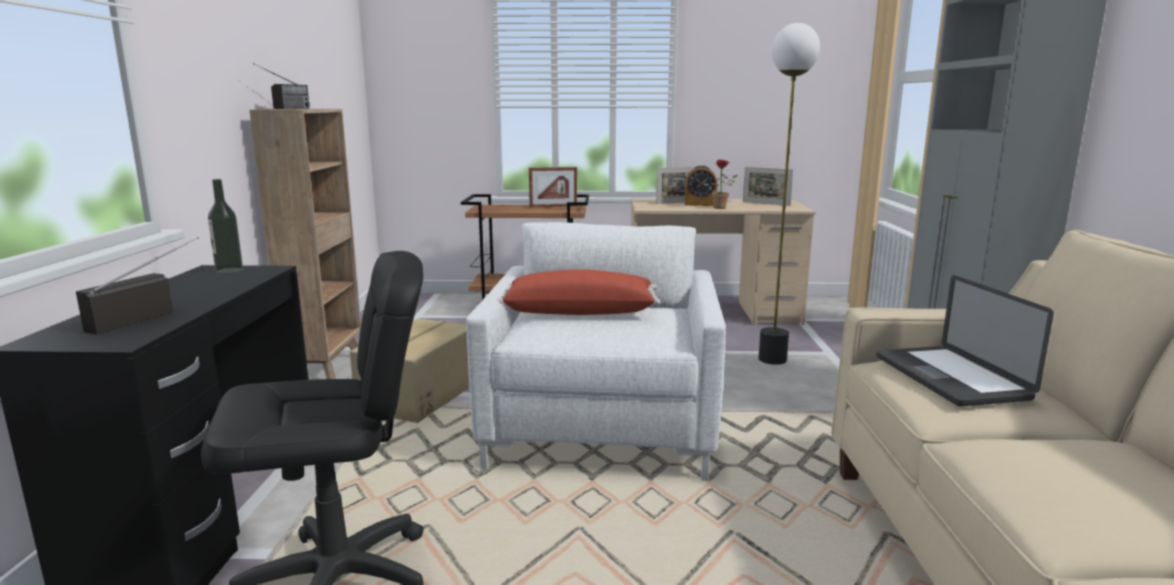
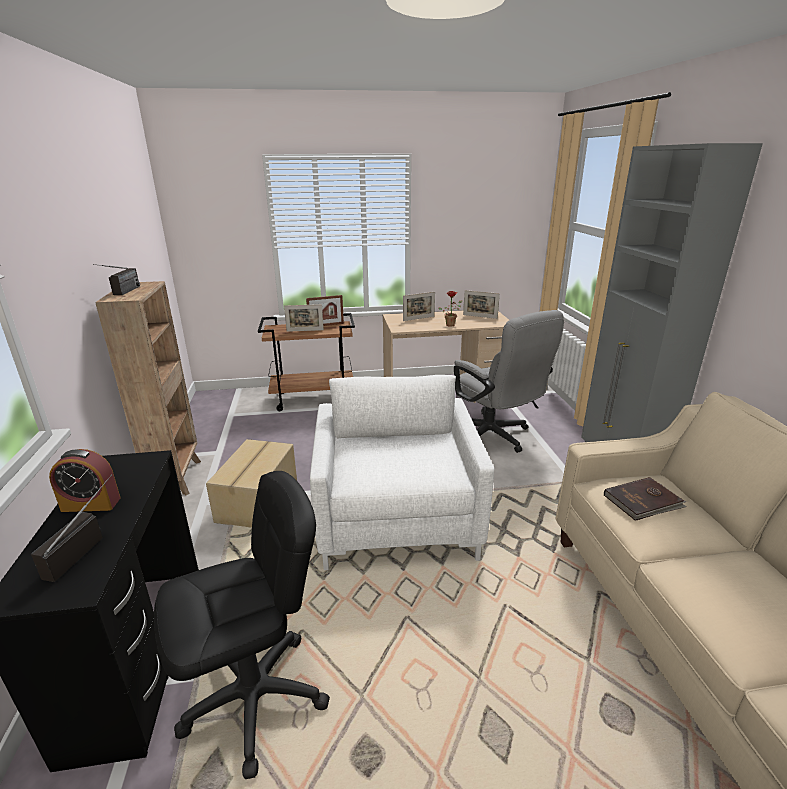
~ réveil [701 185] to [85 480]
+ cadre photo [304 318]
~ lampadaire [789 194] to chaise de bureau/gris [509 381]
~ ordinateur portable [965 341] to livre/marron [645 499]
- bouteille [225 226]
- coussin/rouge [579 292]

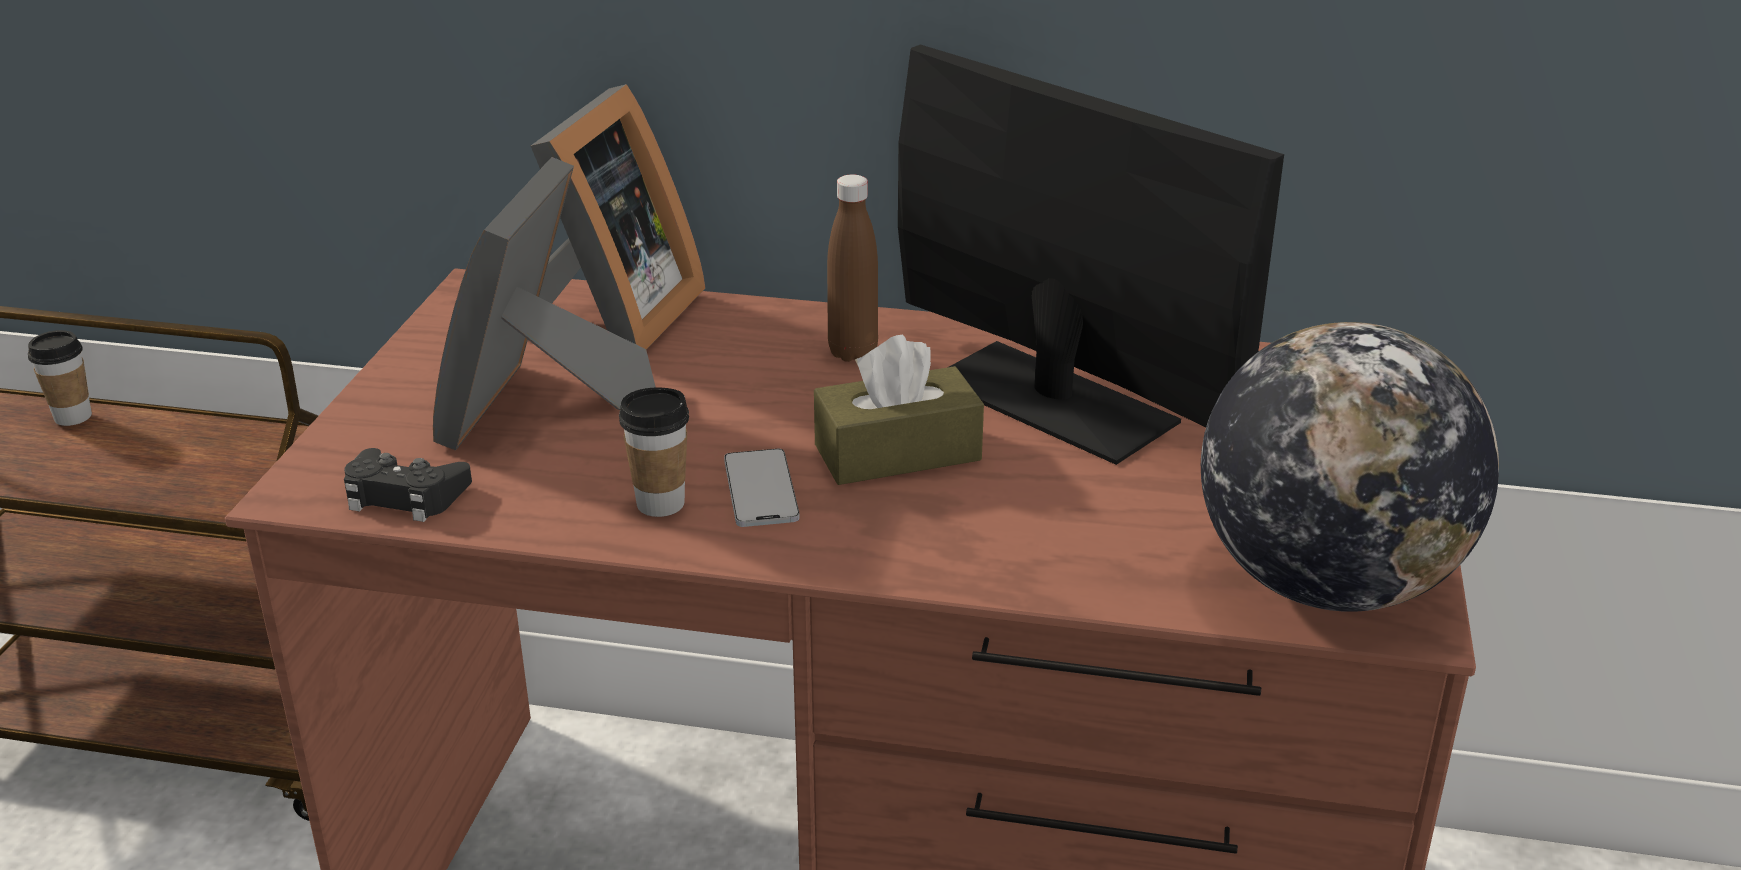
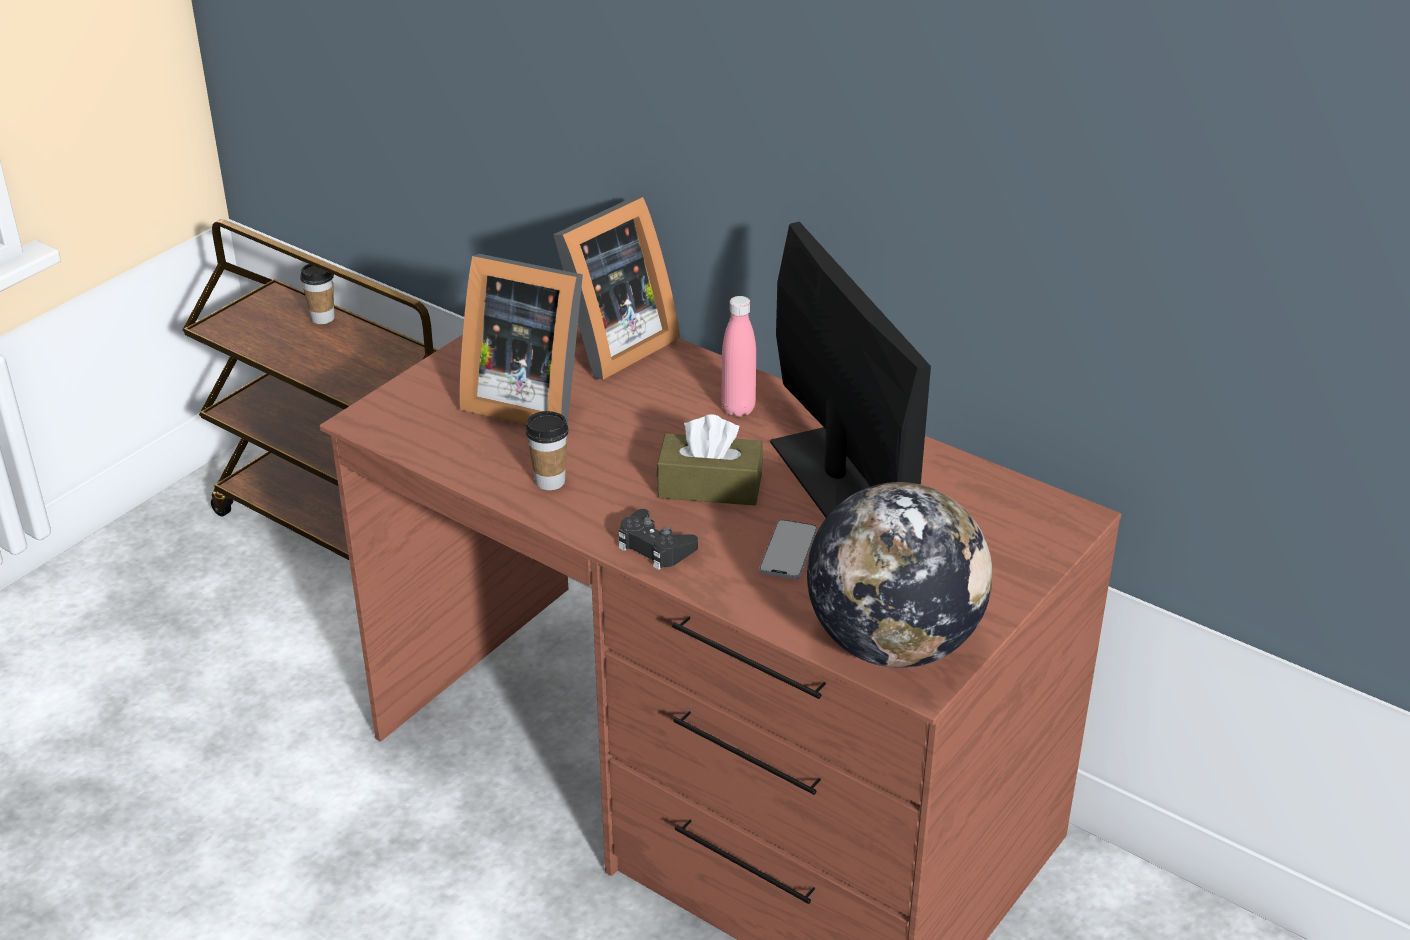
~ cadre photo [544 304] = [521 339] 105 degrees counterclockwise
~ manette/noir [408 485] to [658 539]
~ bouteille/marron [852 268] to bouteille/rose [738 356]
~ téléphone [762 488] to [788 549]

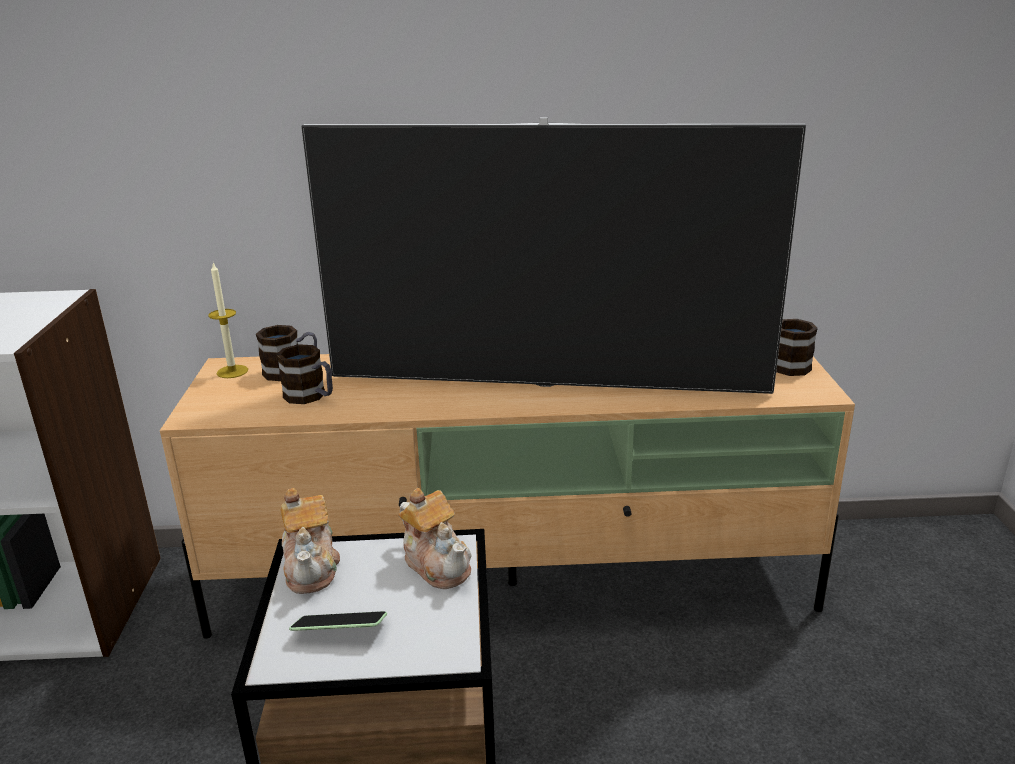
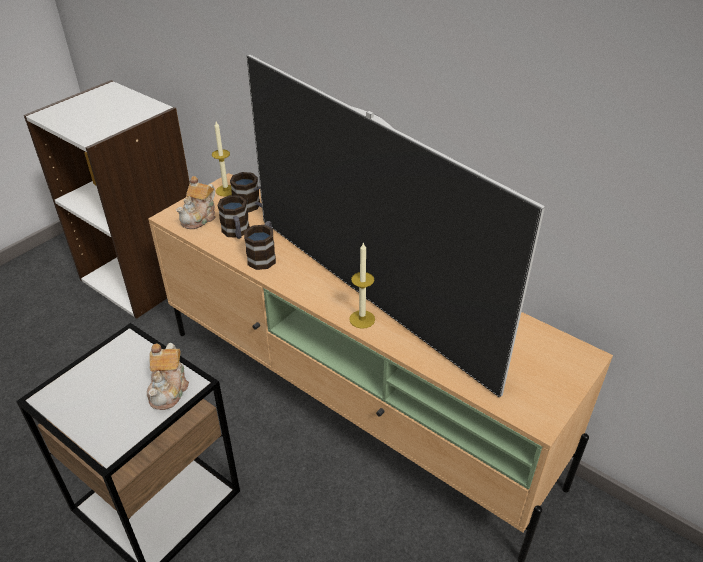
~ théière [310 541] to [195 202]
~ mug [797 347] to [260 245]
+ bougie [362 285]
- téléphone [338 621]

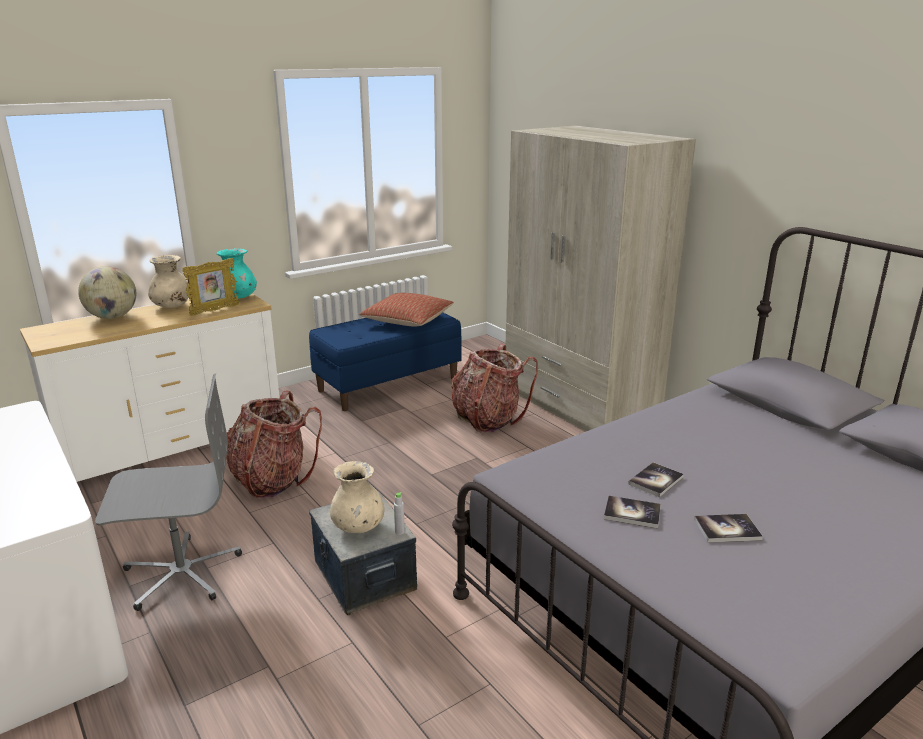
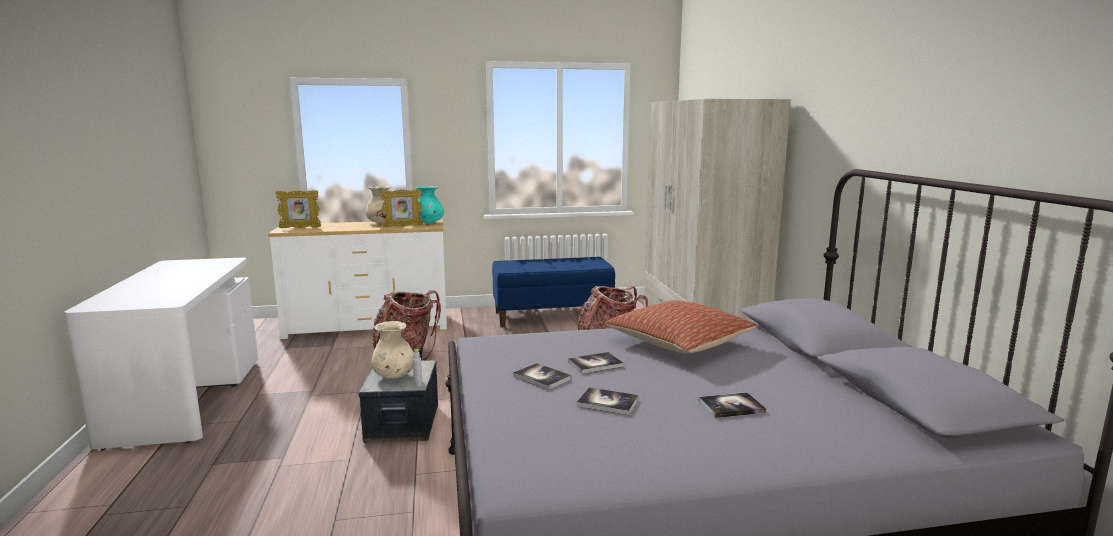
+ cadre photo [298 209]
~ coussin [406 310] to [680 326]
+ livre [732 405]
- globe [107 292]
- chaise de bureau/gris [168 492]

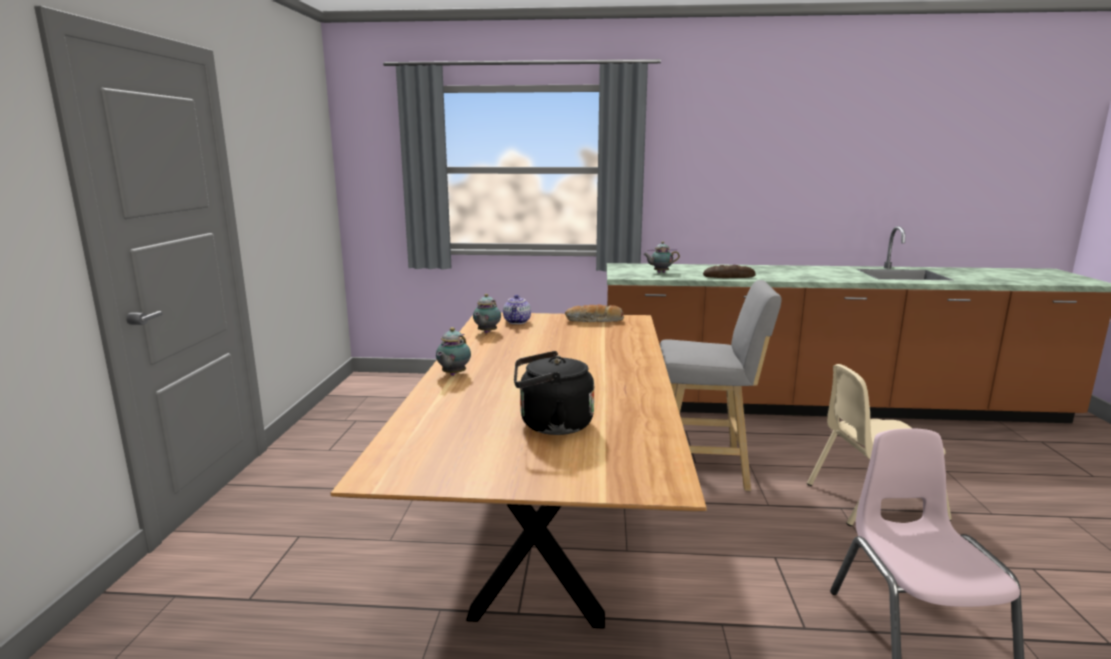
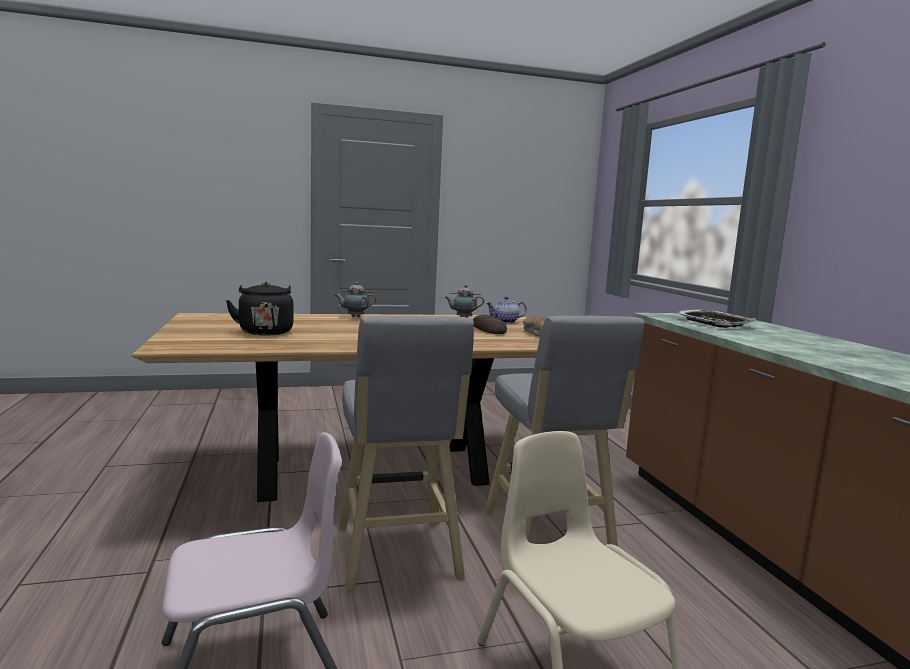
+ tabouret/gris [406 453]
~ pain [729 271] to [490 324]
~ théière [661 257] to plateau [715 318]

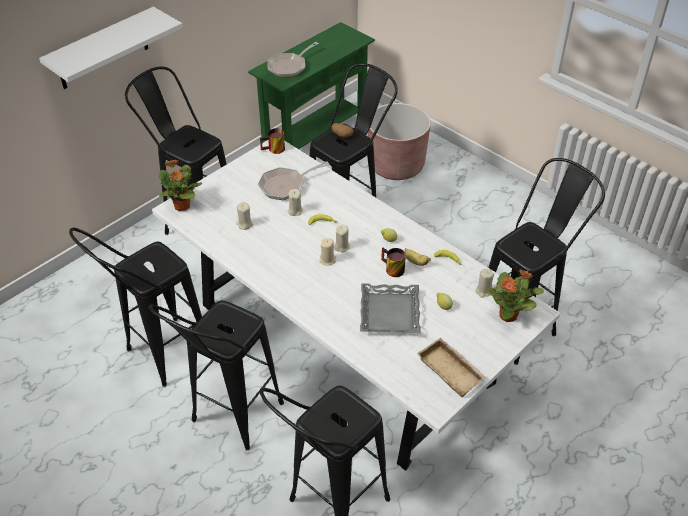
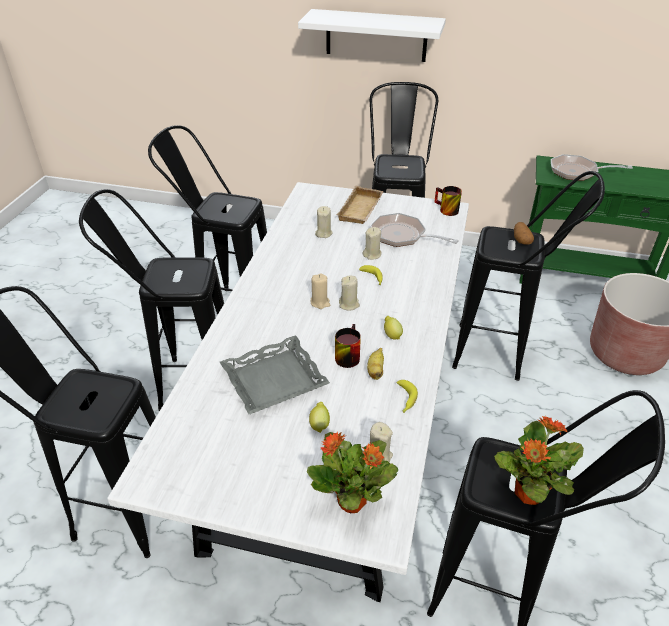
~ plateau/beige [451 367] to [360 205]
~ plante en pot [180 185] to [539 460]

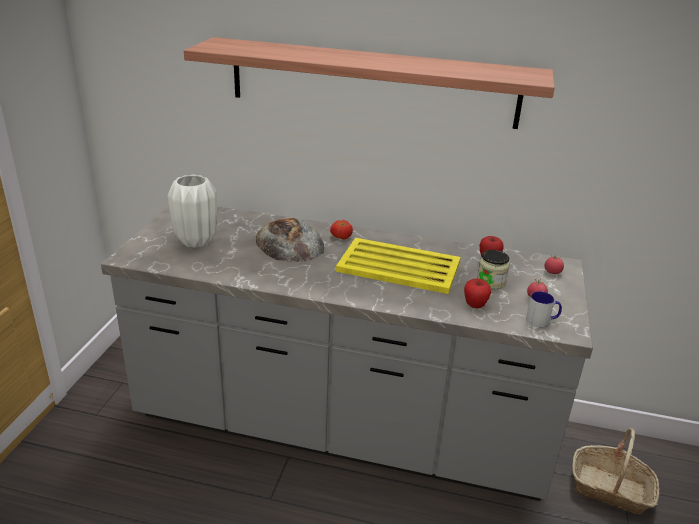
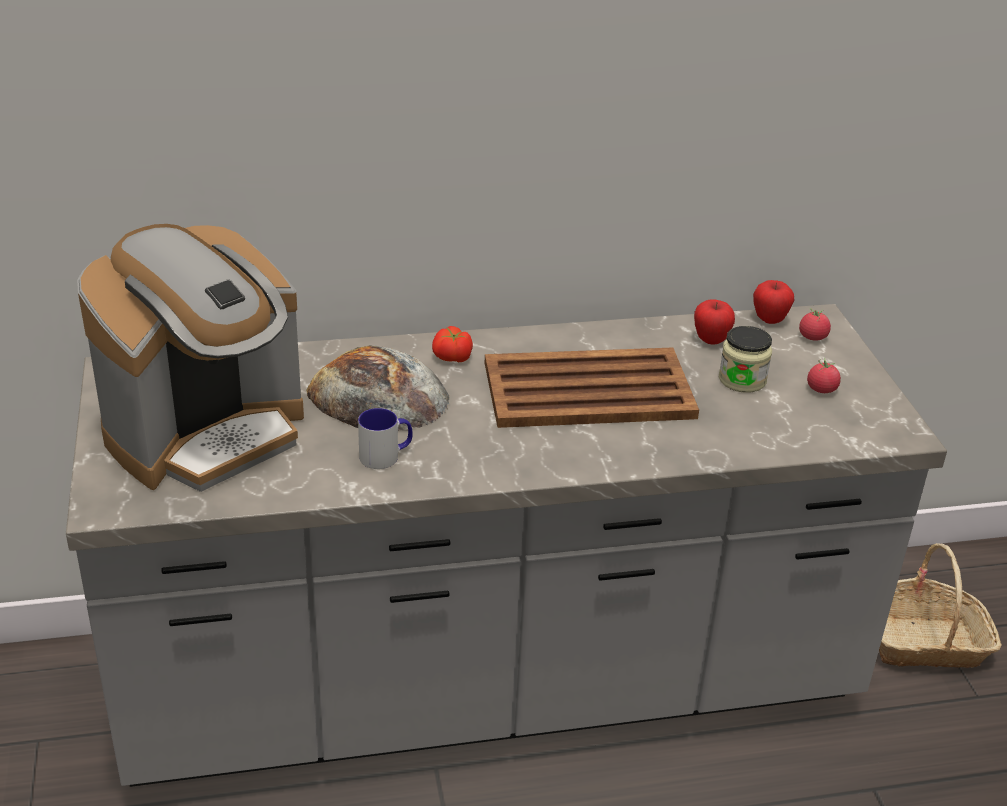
~ vase/blanc [192 211] to machine à café [190 358]
~ mug [544 309] to [385 438]
~ plateau/jaune [398 266] to plateau/marron [592 387]
~ pomme [477 293] to [773 302]
- étagère [369 83]

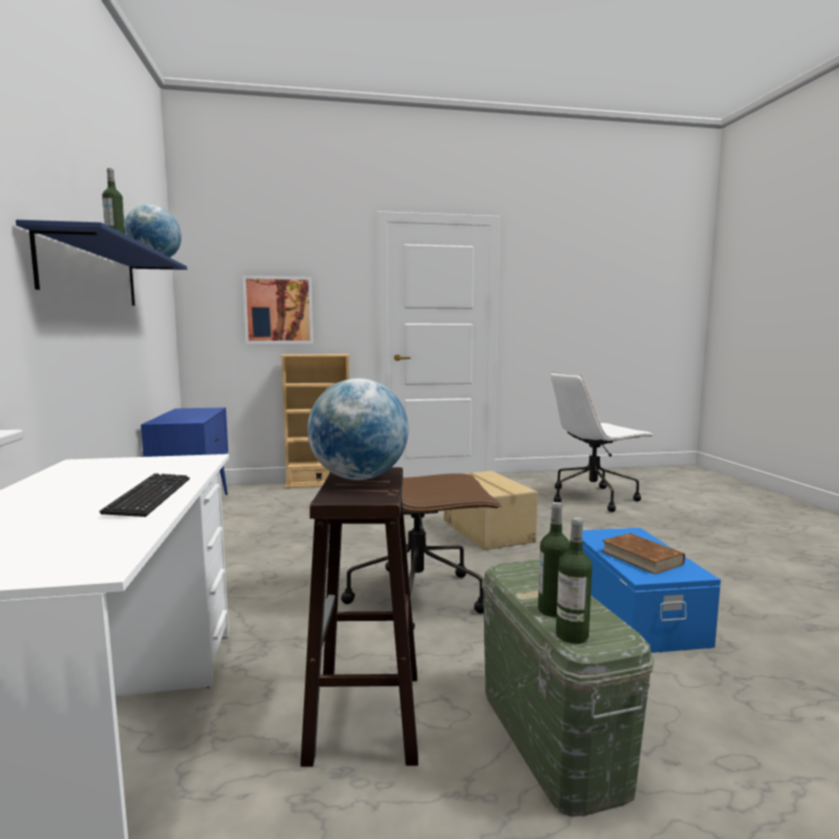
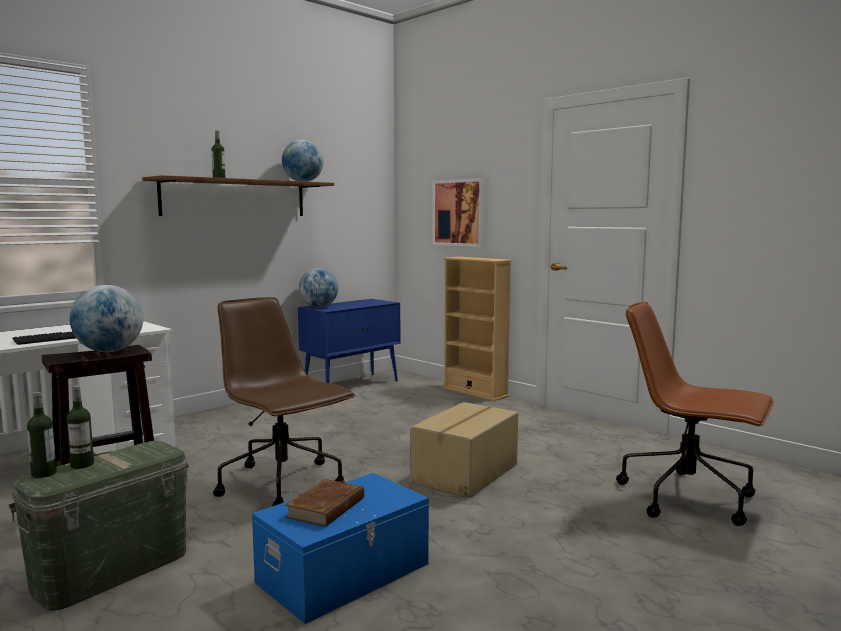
~ étagère/bleu [101 263] to étagère/marron [238 195]
+ globe [318 288]
~ chaise de bureau/blanc [601 442] to chaise de bureau/marron [695 414]

